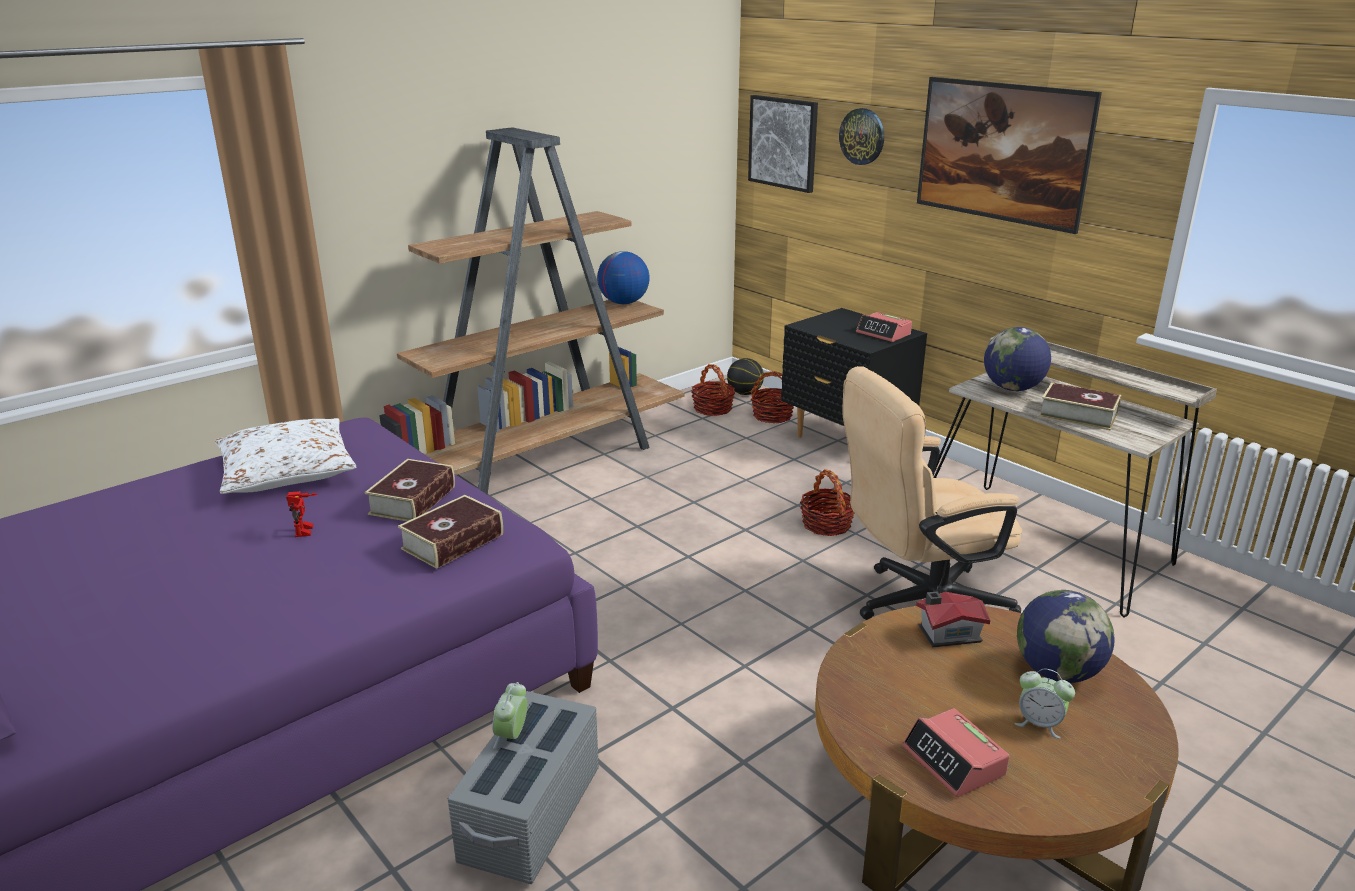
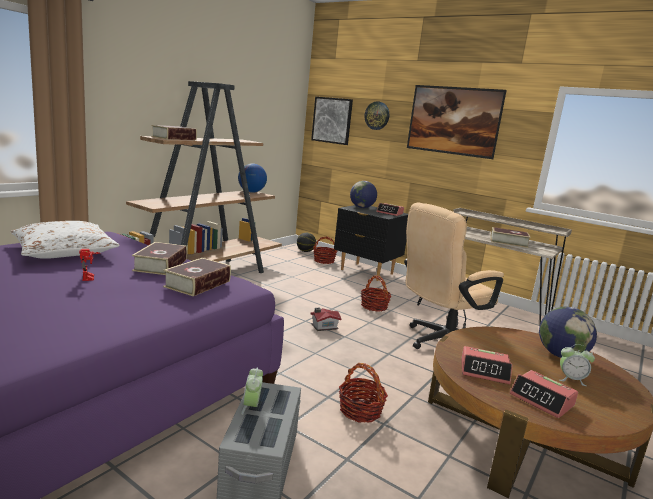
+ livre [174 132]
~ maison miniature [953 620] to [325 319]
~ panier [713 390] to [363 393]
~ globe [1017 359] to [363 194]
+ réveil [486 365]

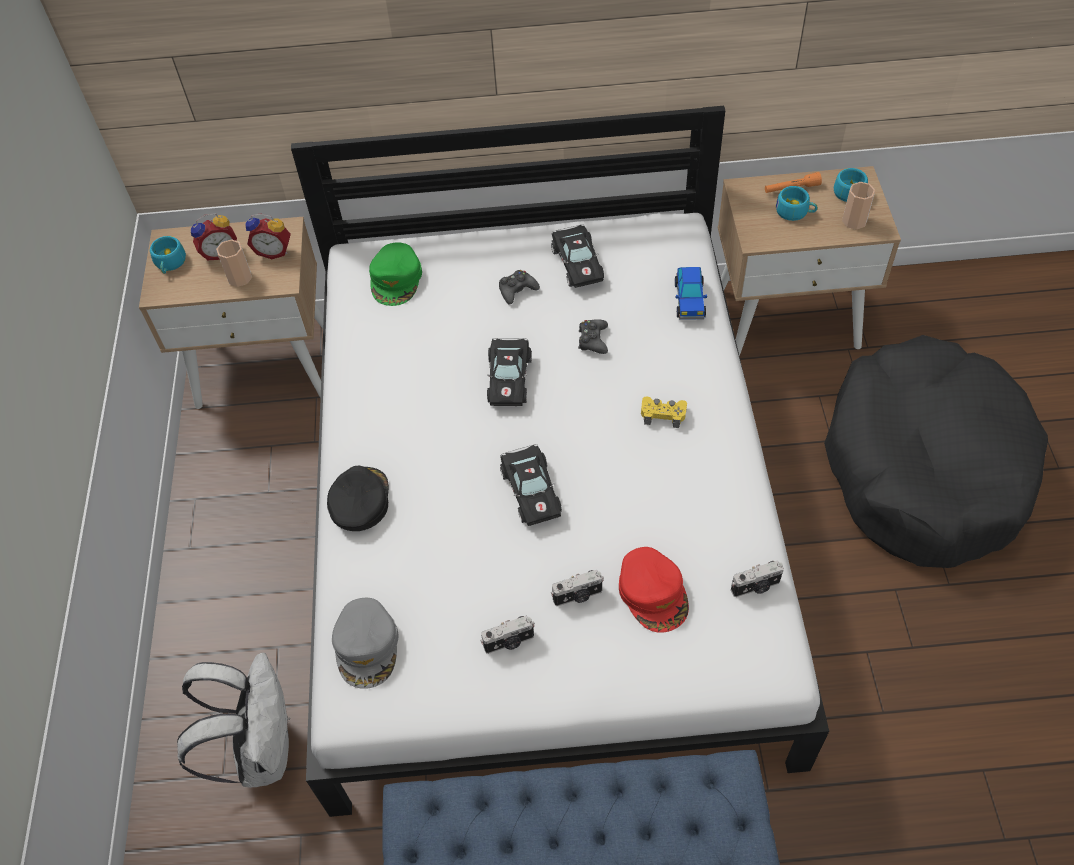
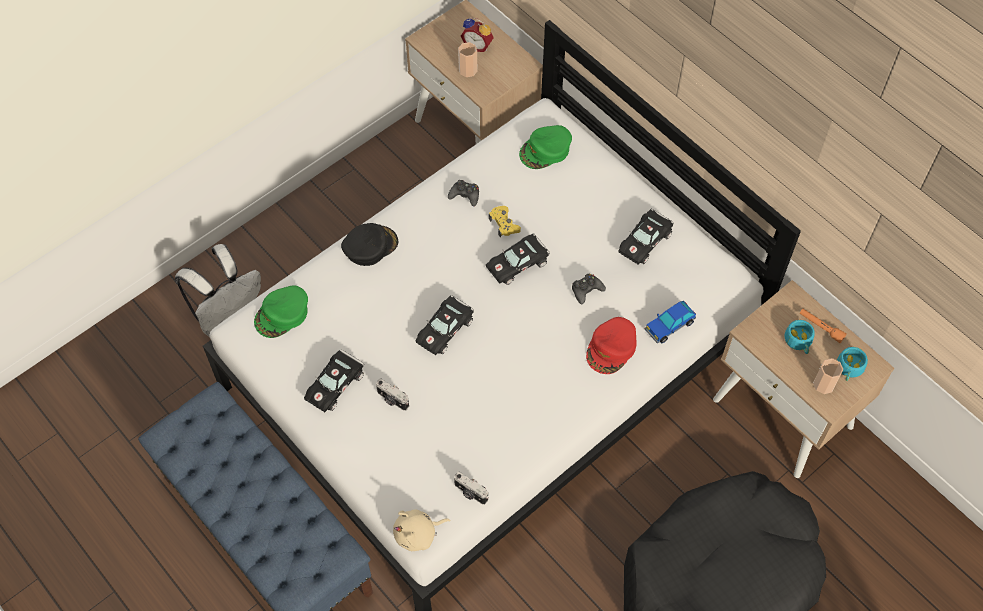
~ casquette/gris [365 643] to casquette/vert [281 311]
~ appareil photo [507 634] to petite voiture/noir [334 380]
+ peluche/beige [422 530]
~ manette/noir [519 287] to [463 193]
~ manette/jaune [664 412] to [505 221]
~ casquette/rouge [654 589] to [611 345]
- tasse/turquoise [168 255]
- réveil [268 236]

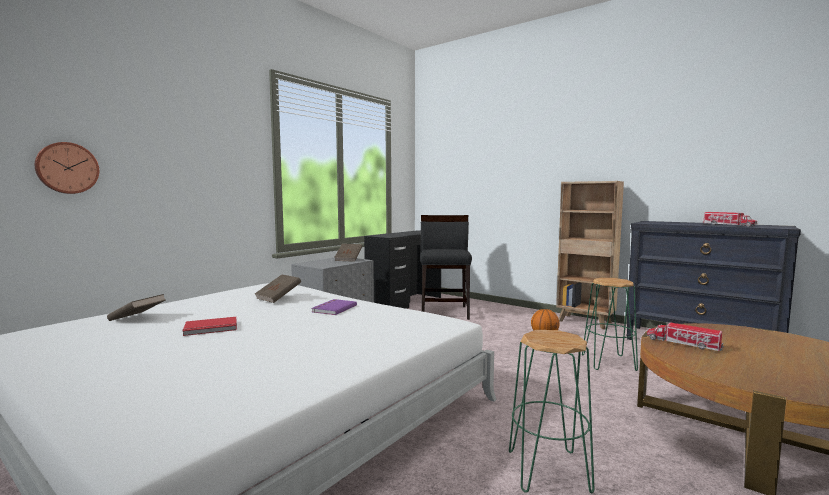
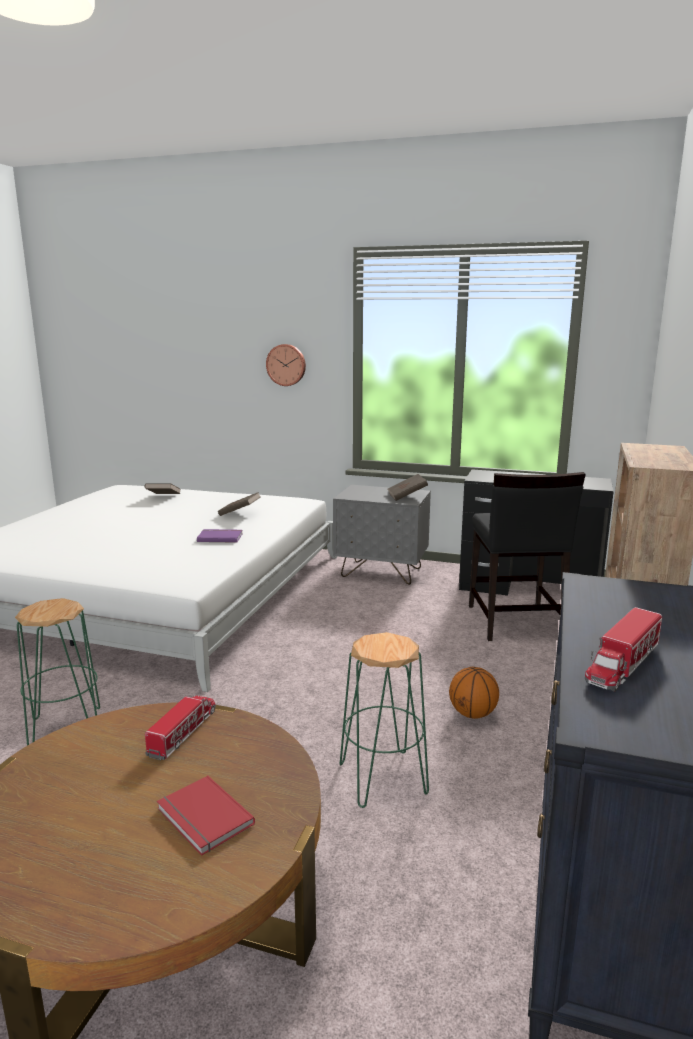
~ livre/rouge [210 326] to [206 816]
~ horloge murale [67 168] to [286 365]
~ chaise/noir [446 267] = [527 556] 105 degrees clockwise

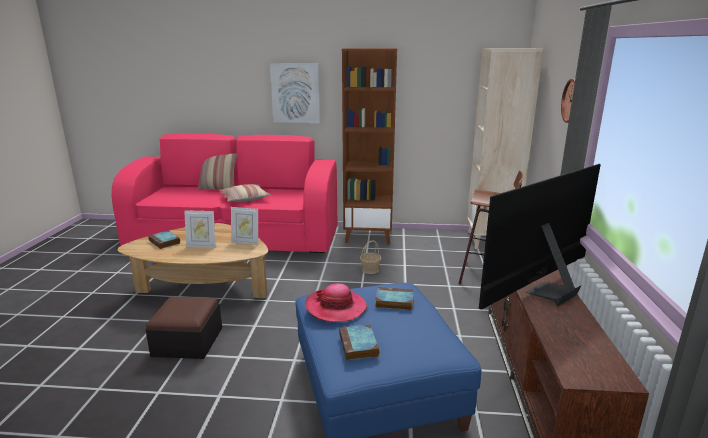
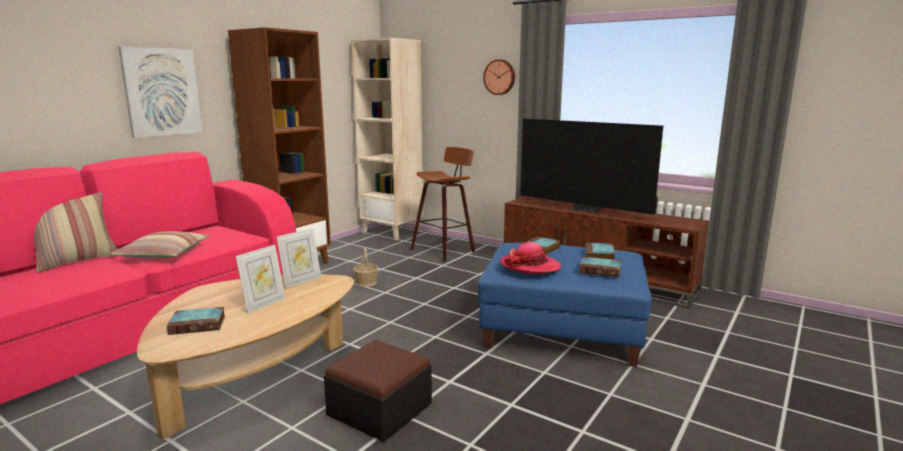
~ téléviseur [540 236] = [591 167] 45 degrees counterclockwise
+ livre [600 251]

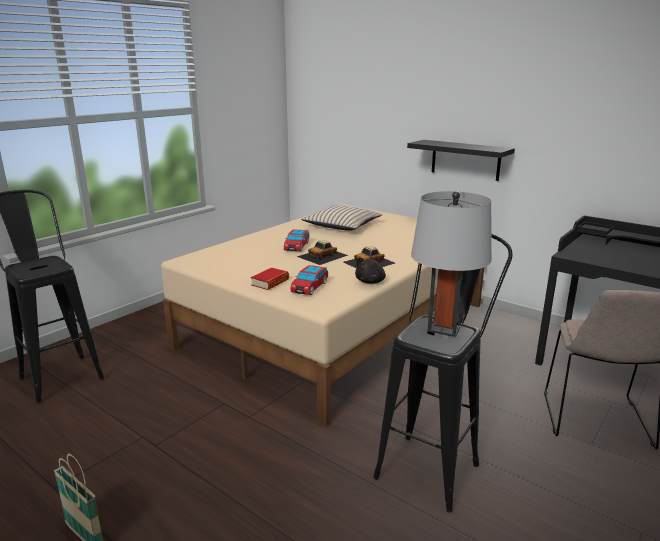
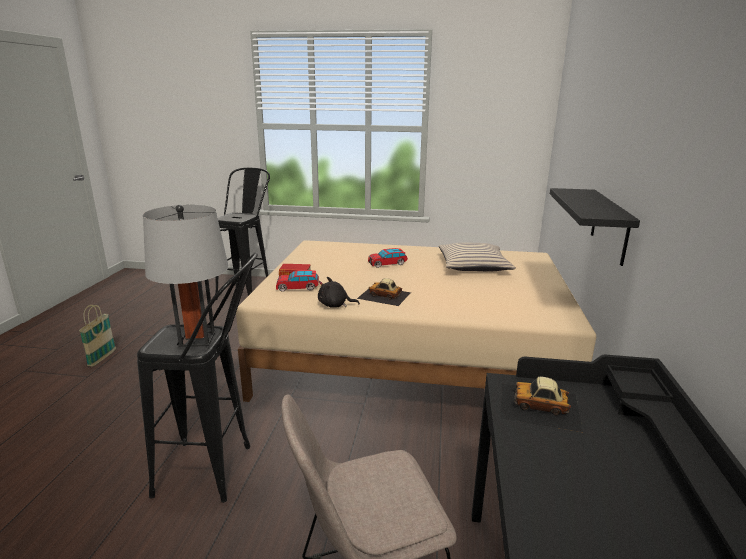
~ petite voiture [322 252] to [541 404]

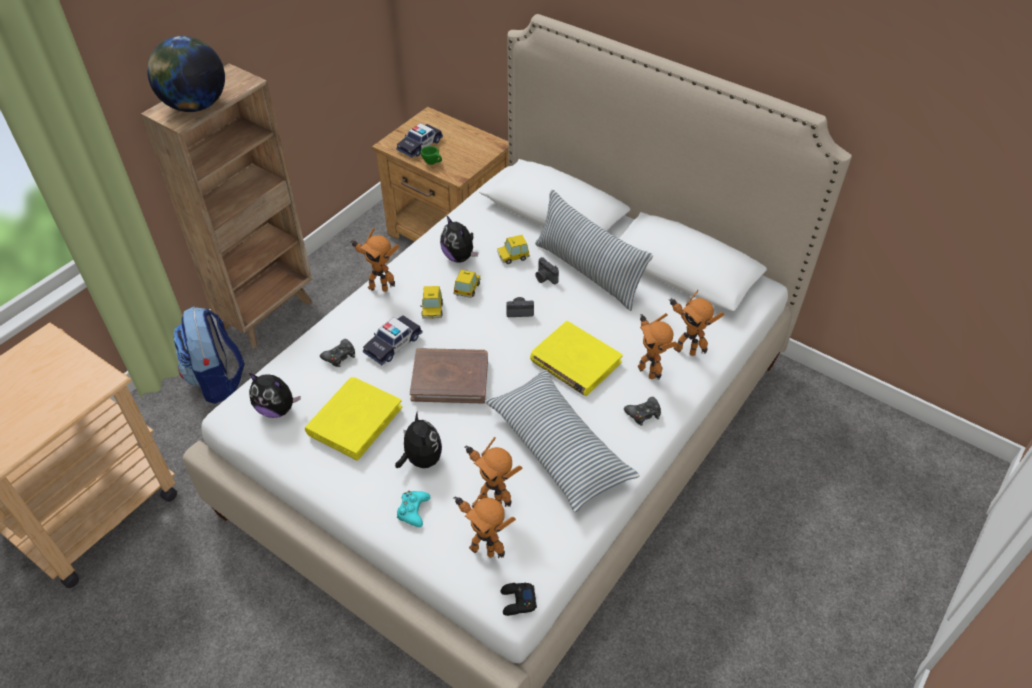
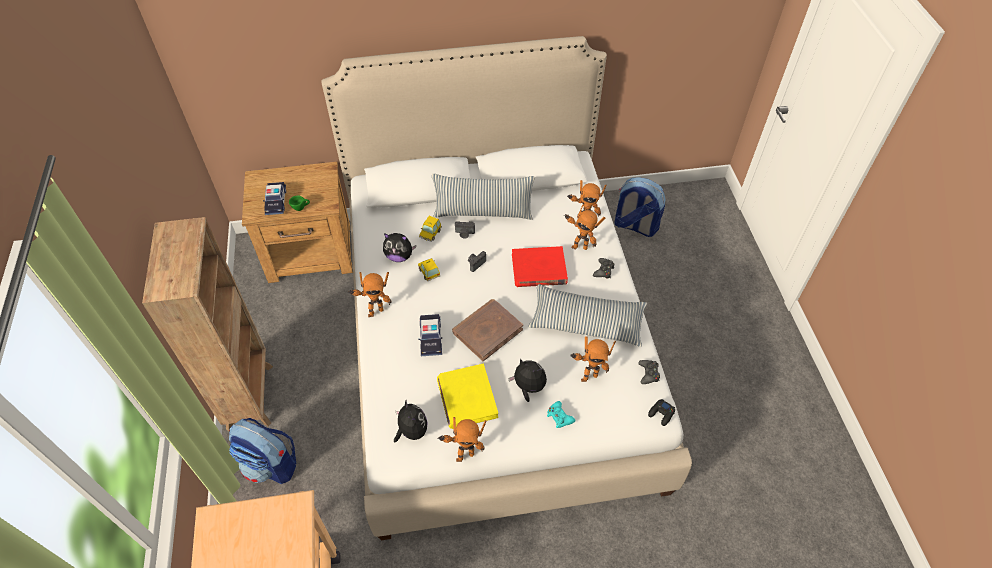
~ peluche [275 395] = [411 421] 90 degrees counterclockwise
~ robot jouet [485 522] to [462 439]
~ livre/jaune [576 358] to livre/rouge [540 266]
+ sac à dos [640 207]
~ manette/noir [337 353] to [649 372]
- globe [186 74]
- petite voiture [431 302]

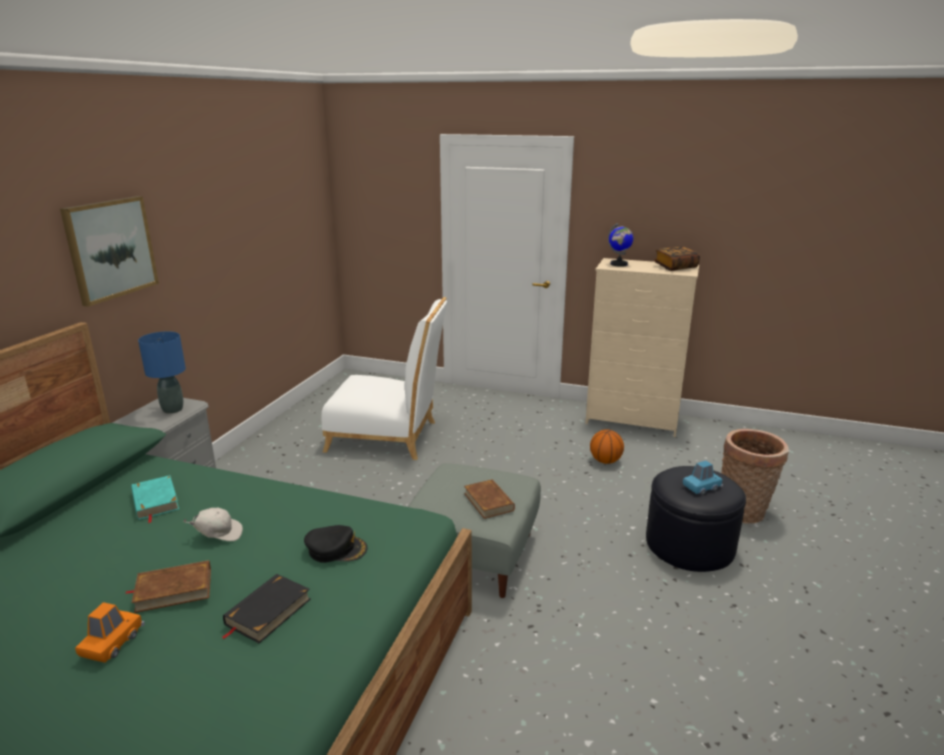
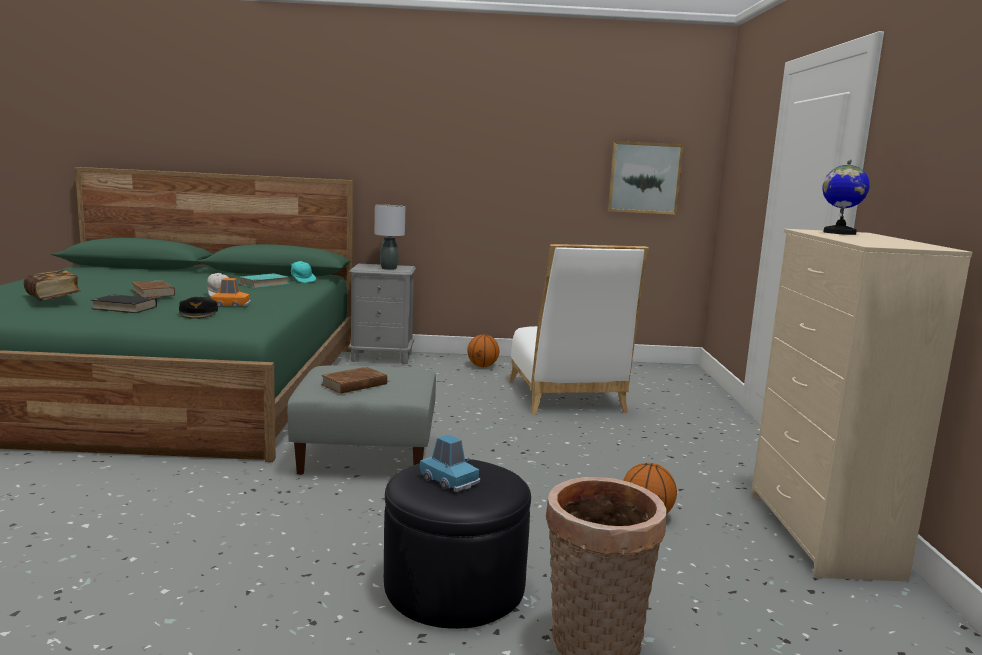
~ livre [677 259] to [52 285]
~ petite voiture/orange [110 632] to [231 293]
+ casquette/turquoise [303 272]
~ lampe de table/bleu [162 372] to lampe de table/gris [390 237]
+ ballon de basket [483 350]
~ tableau [109 251] to [646 178]

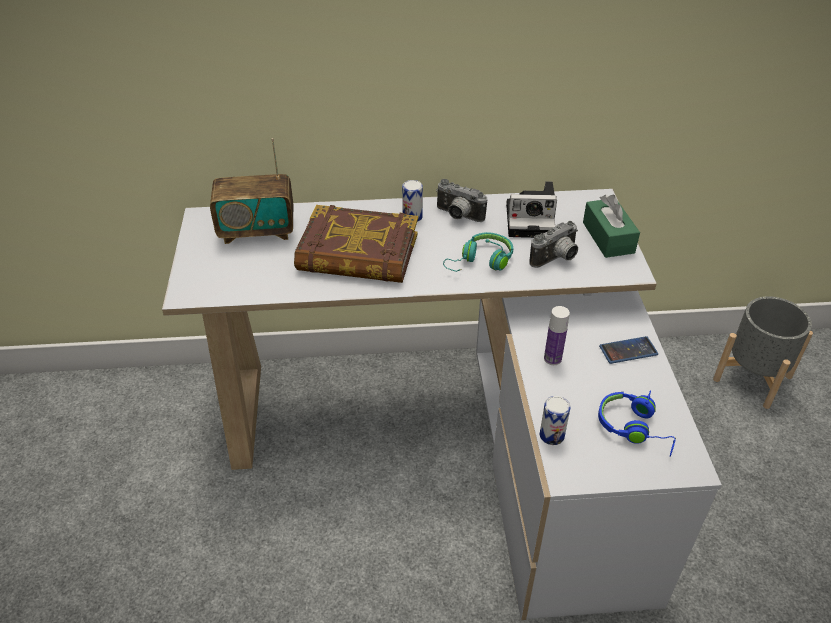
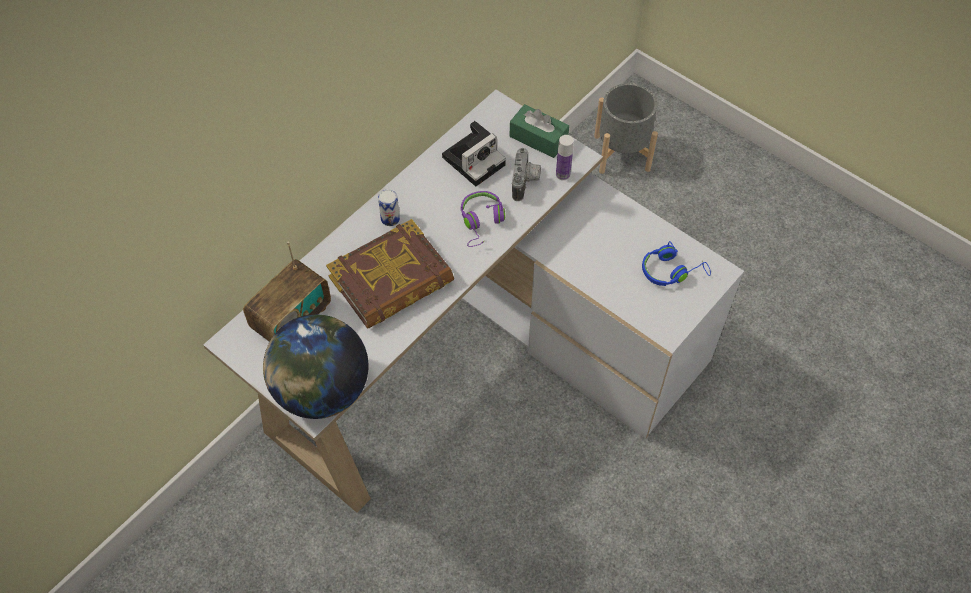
+ globe [315 366]
~ casque audio/turquoise [478 252] to casque audio/violet [483 219]
~ bouteille [557 335] to [565 157]
- appareil photo [461 200]
- boîte métallique [555 420]
- téléphone [628 350]

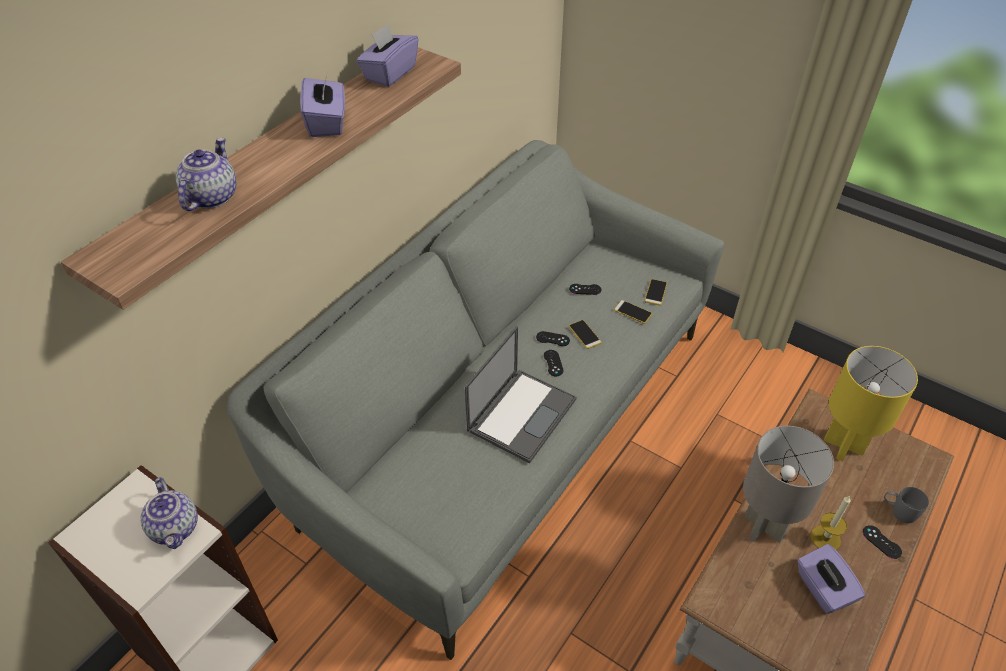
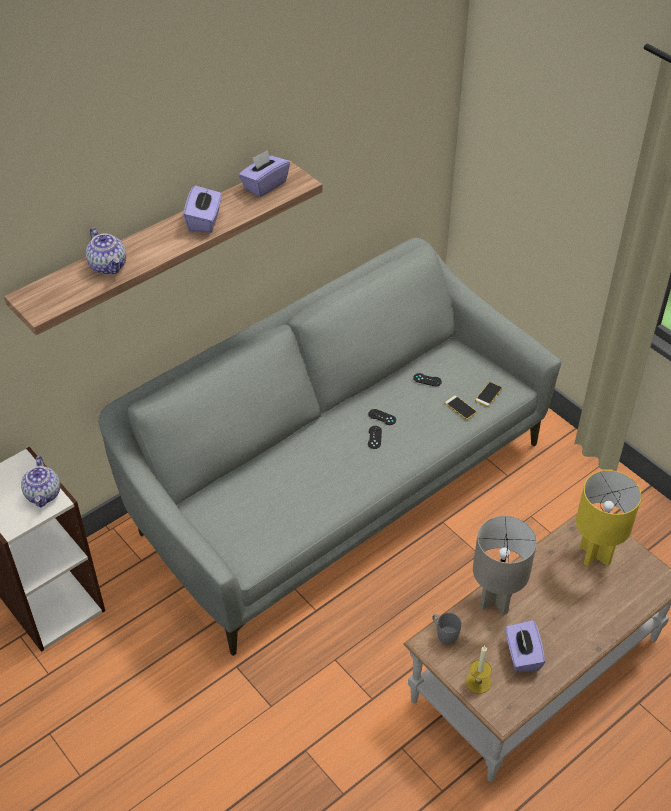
~ théière [206 174] = [106 251] 120 degrees clockwise
~ mug/gris [906 505] to [446 629]
~ bougie [830 522] to [479 669]
- ordinateur portable [521 394]
- téléphone [585 334]
- manette/noir [882 542]

